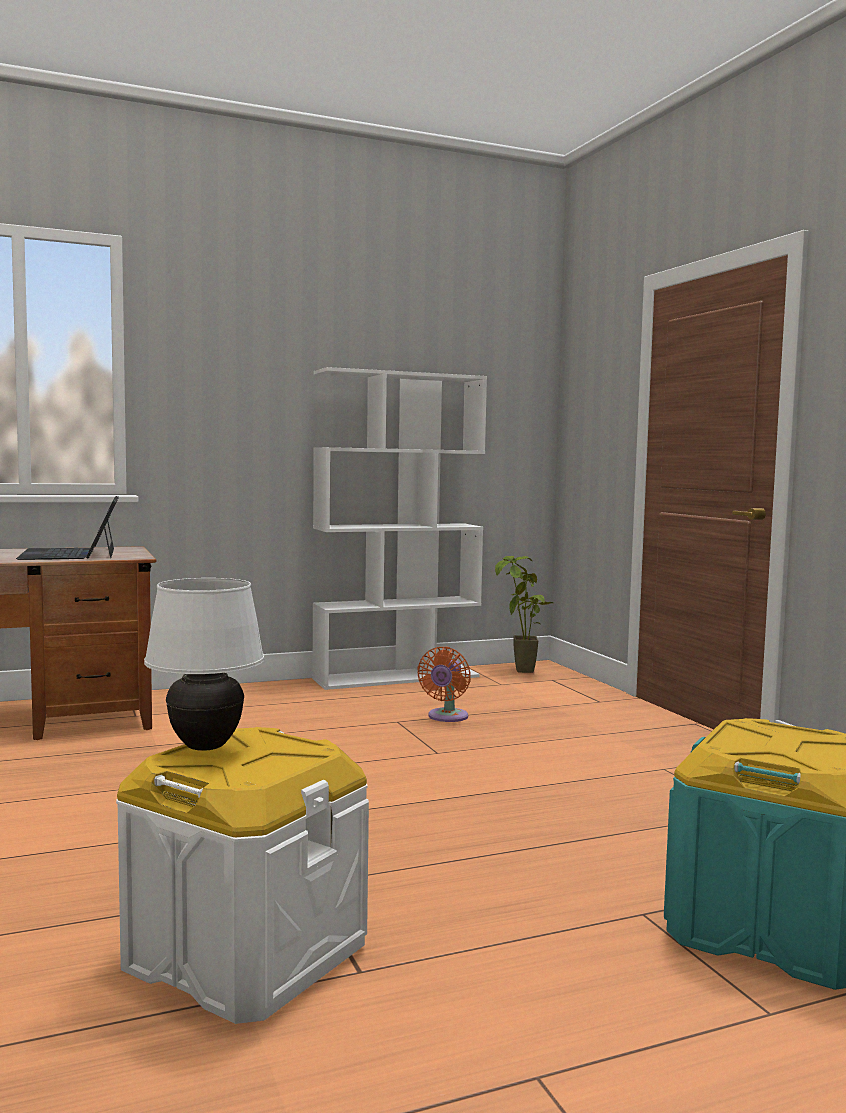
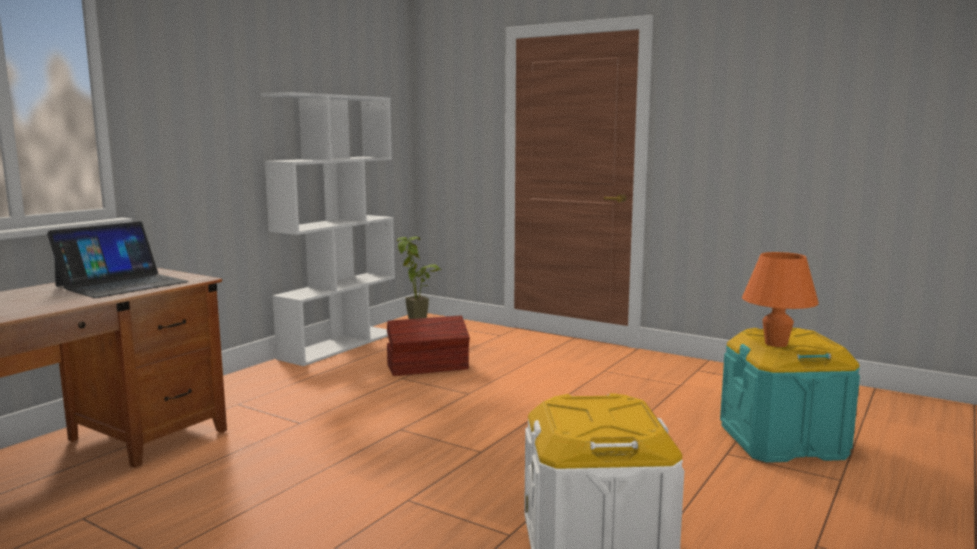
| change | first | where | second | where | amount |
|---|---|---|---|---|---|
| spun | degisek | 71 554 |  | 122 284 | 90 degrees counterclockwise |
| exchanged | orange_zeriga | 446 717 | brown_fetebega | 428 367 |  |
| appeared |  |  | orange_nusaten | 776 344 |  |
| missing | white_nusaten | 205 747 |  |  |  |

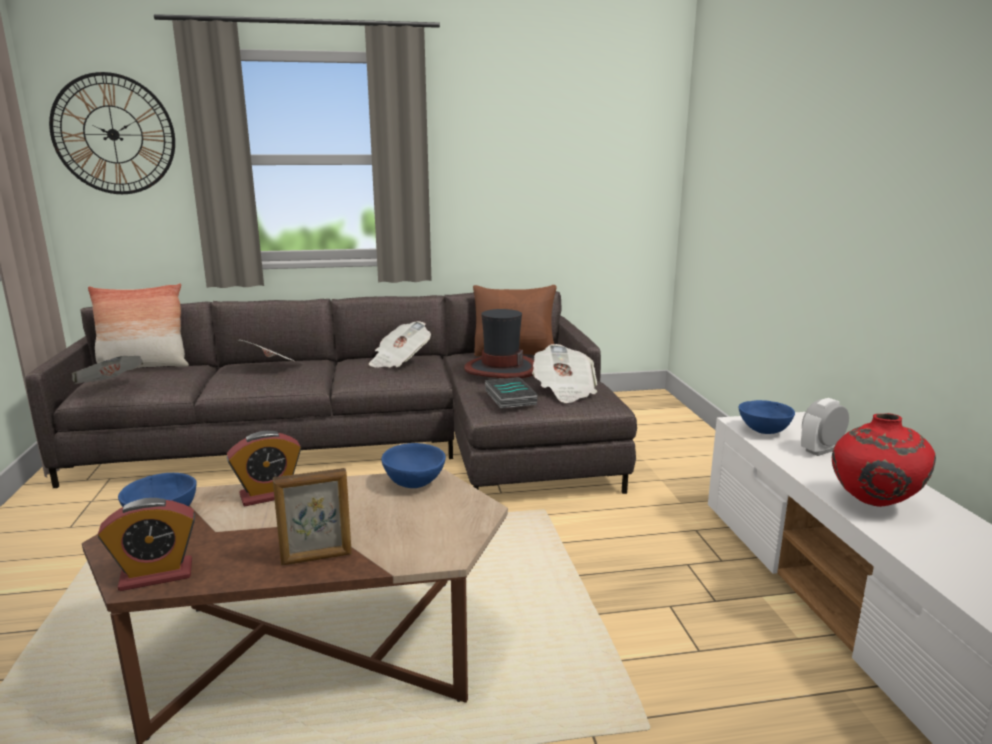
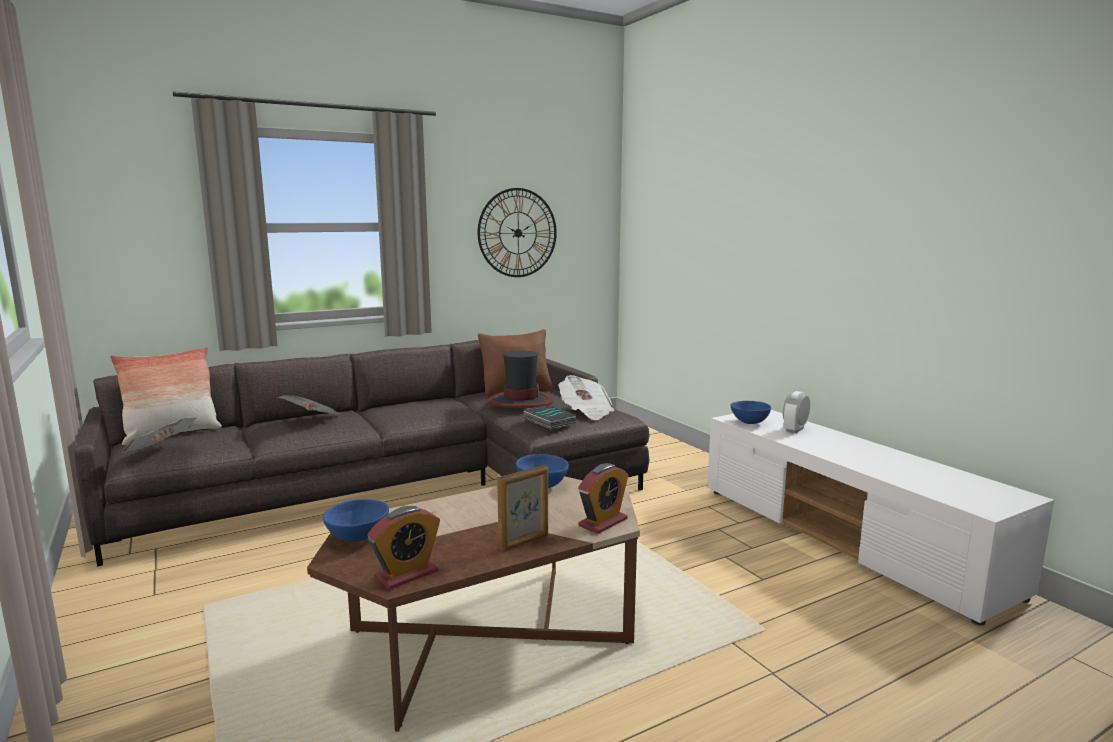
| change | first | where | second | where | amount |
|---|---|---|---|---|---|
| relocated | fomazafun | 113 134 |  | 518 233 |  |
| relocated | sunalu | 269 495 |  | 603 522 |  |
| missing | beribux | 399 361 |  |  |  |
| missing | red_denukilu | 872 505 |  |  |  |

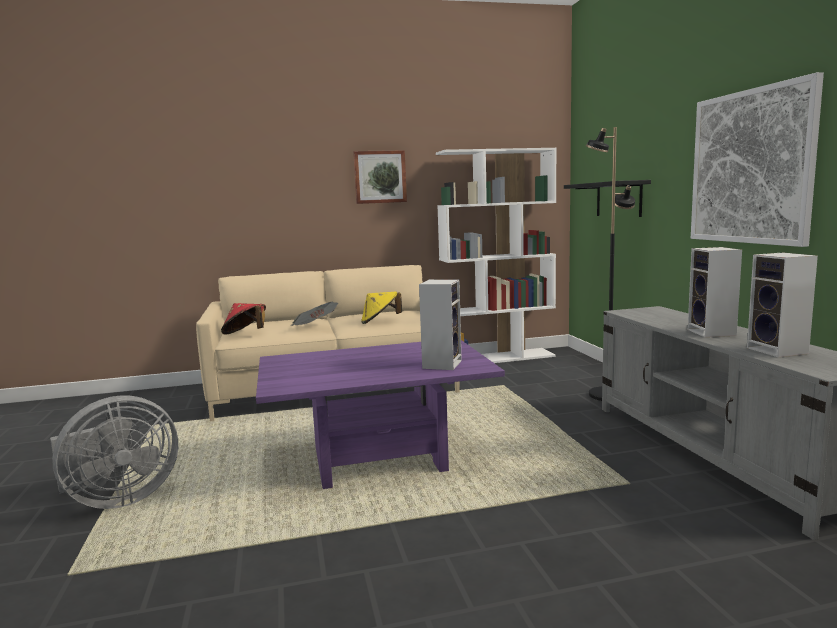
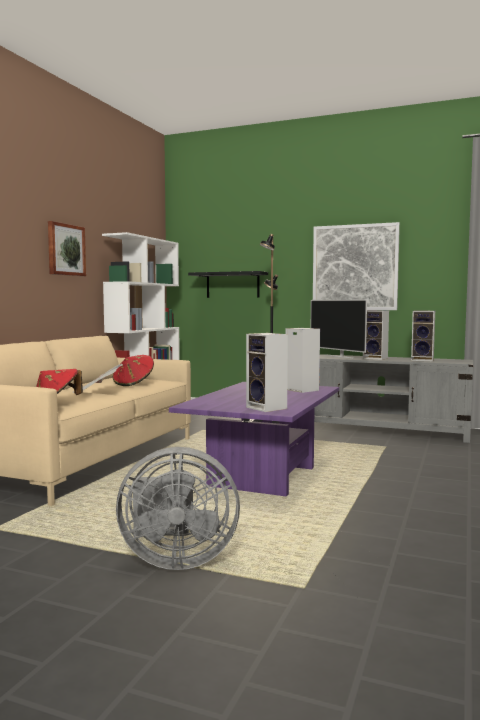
| change | first | where | second | where | amount |
|---|---|---|---|---|---|
| colour | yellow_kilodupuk | 380 321 | red_kilodupuk | 133 384 |  |
| spun | grey_zeriga | 118 499 |  | 175 559 | 90 degrees clockwise |
| appeared |  |  | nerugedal | 268 408 |  |
| appeared |  |  | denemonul | 339 356 |  |

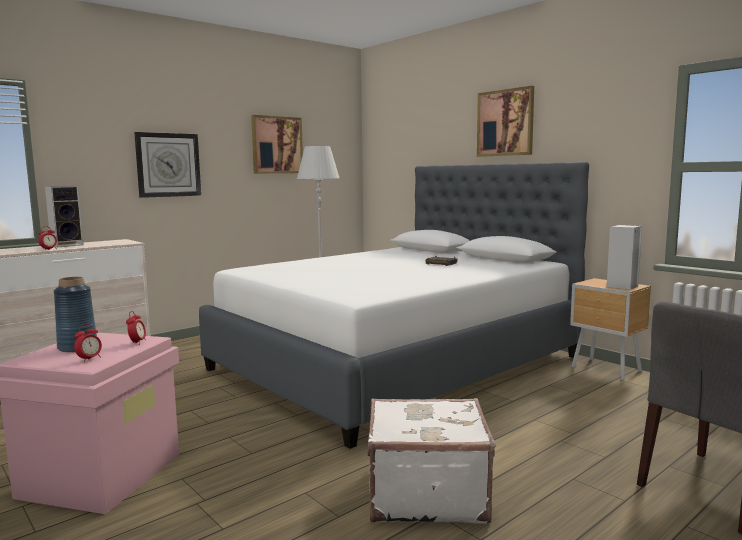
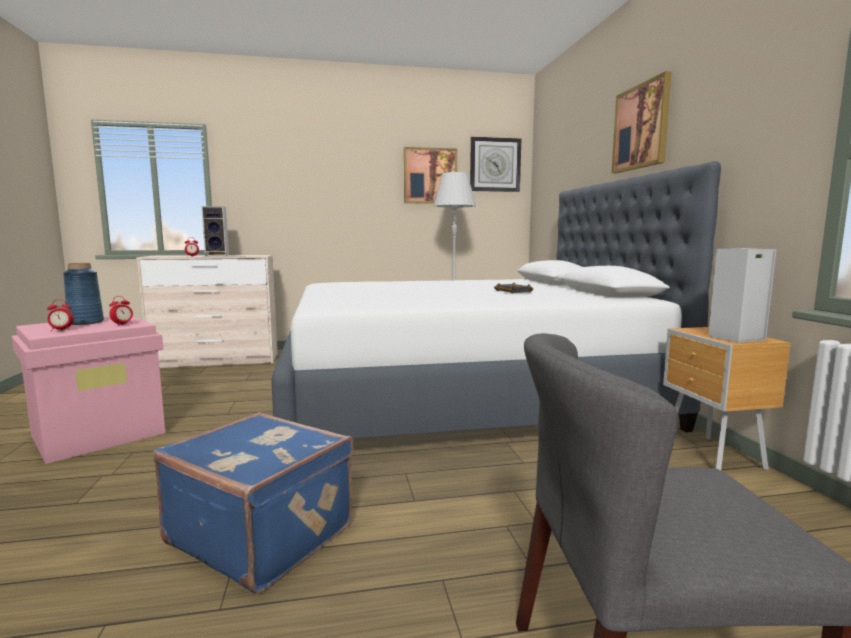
| change | first | where | second | where | amount |
|---|---|---|---|---|---|
| colour | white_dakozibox | 425 494 | blue_dakozibox | 263 533 |  |
| relocated | fomazafun | 168 165 |  | 495 165 |  |

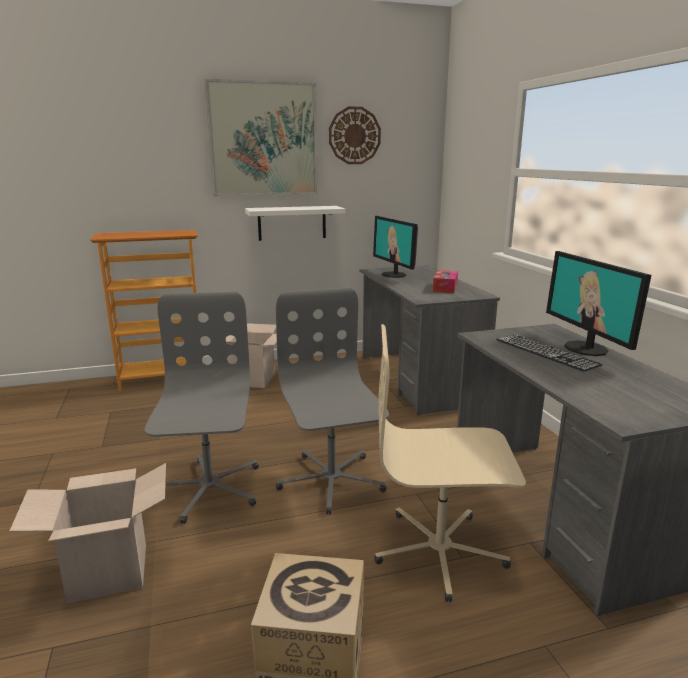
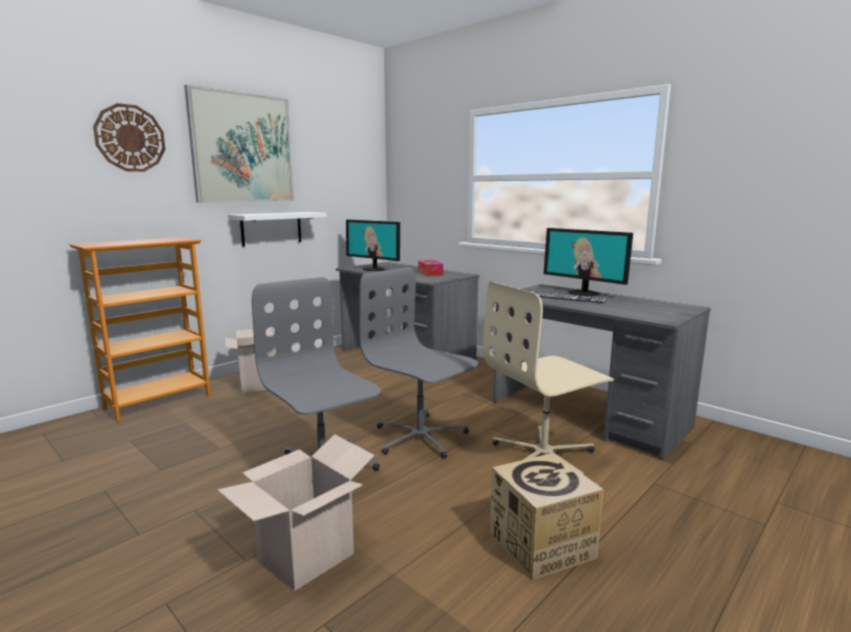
| change | first | where | second | where | amount |
|---|---|---|---|---|---|
| relocated | fomazafun | 354 135 |  | 130 138 |  |

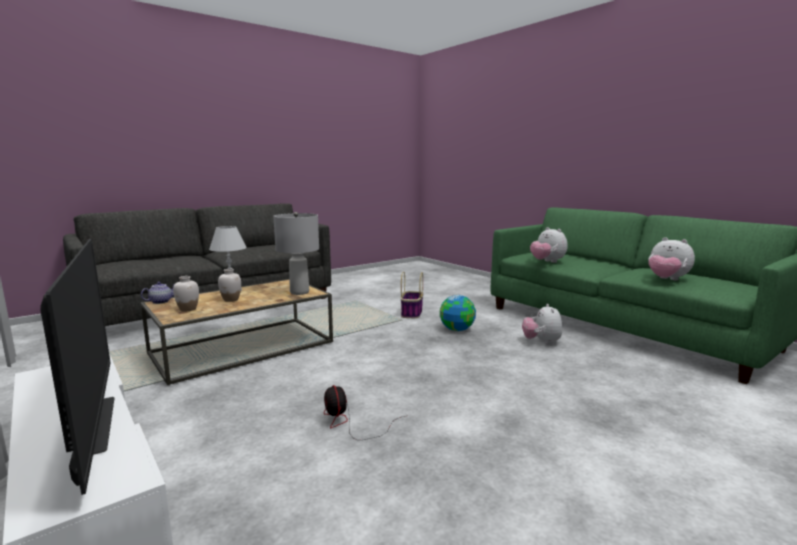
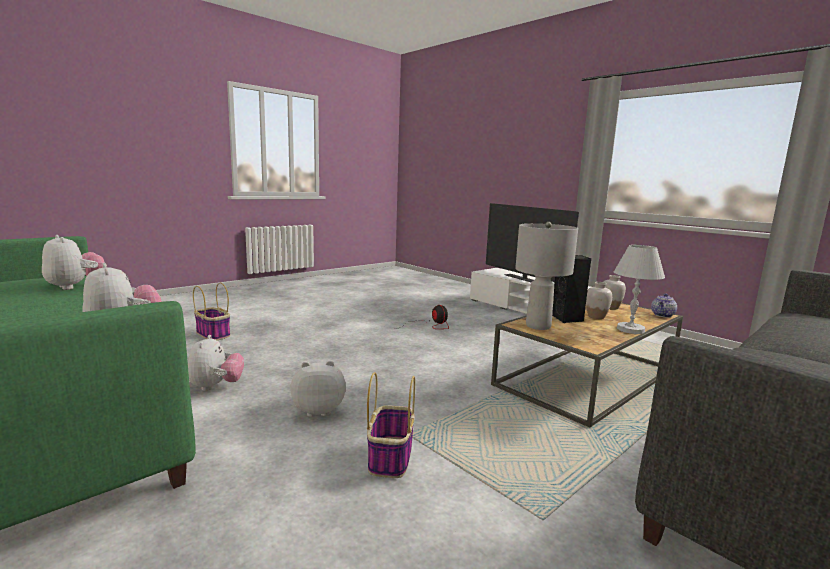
| change | first | where | second | where | amount |
|---|---|---|---|---|---|
| appeared |  |  | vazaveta | 213 334 |  |
| exchanged | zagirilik | 457 329 | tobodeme | 318 410 |  |
| appeared |  |  | black_nerugedal | 568 319 |  |

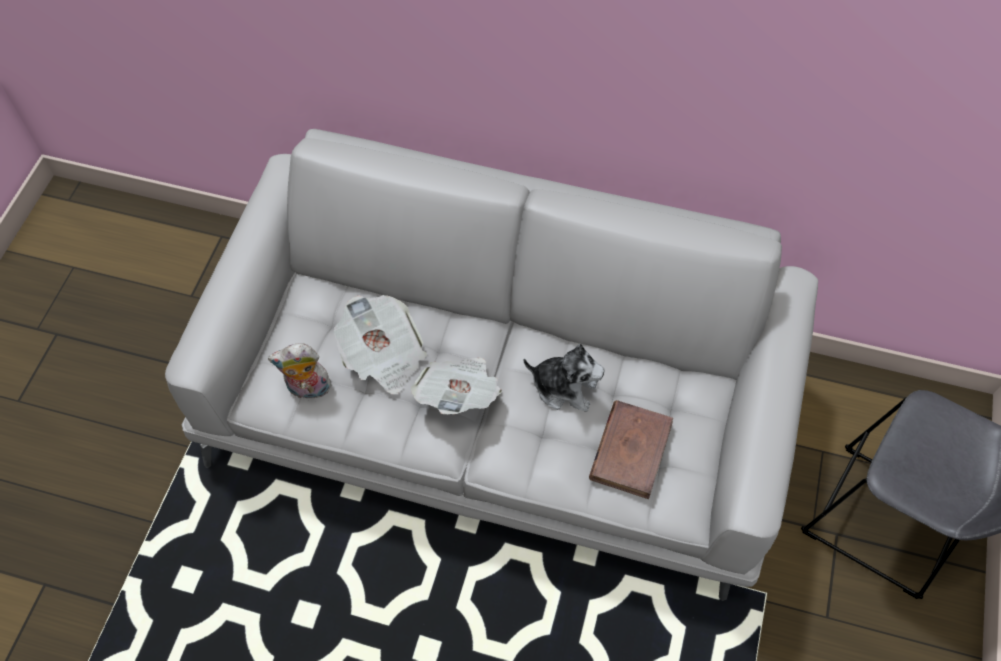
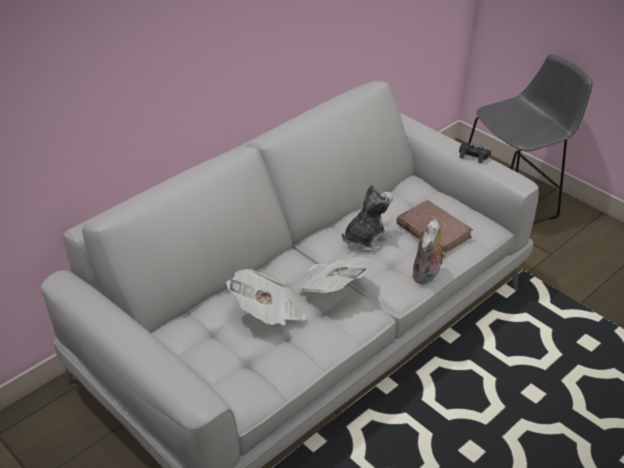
| change | first | where | second | where | amount |
|---|---|---|---|---|---|
| relocated | tobodeme | 308 389 |  | 427 276 |  |
| appeared |  |  | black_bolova | 473 155 |  |

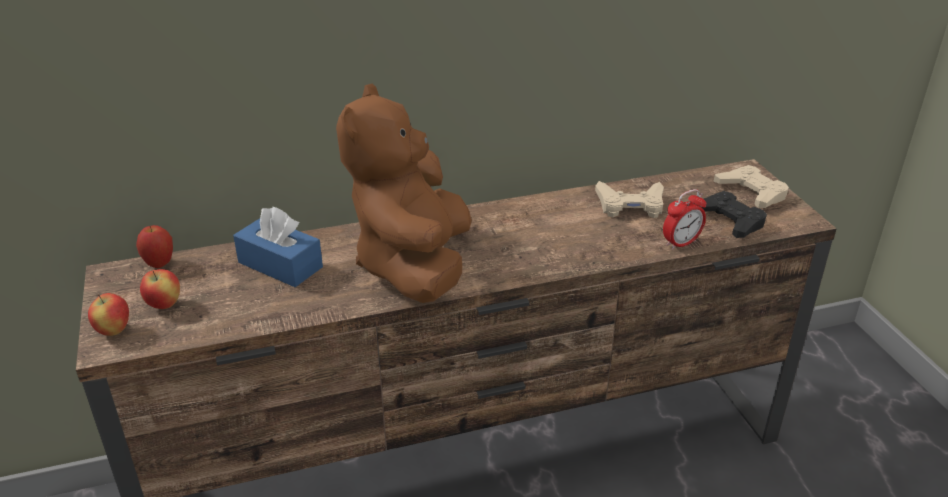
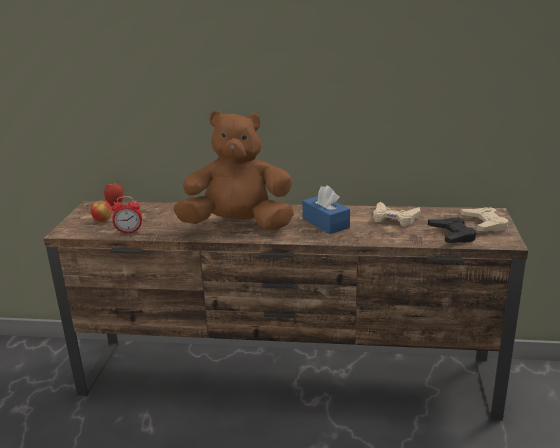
| change | first | where | second | where | amount |
|---|---|---|---|---|---|
| relocated | sunalu | 681 243 |  | 129 232 |  |
| spun | brown_tobodeme | 414 266 |  | 238 226 | 60 degrees clockwise |
| relocated | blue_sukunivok | 280 265 |  | 325 223 |  |
| missing | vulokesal | 113 331 |  |  |  |

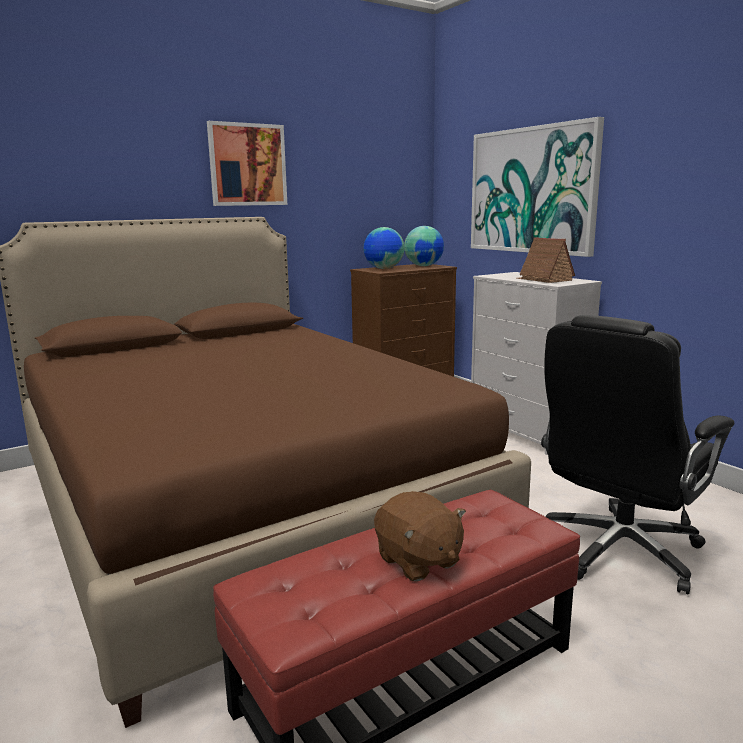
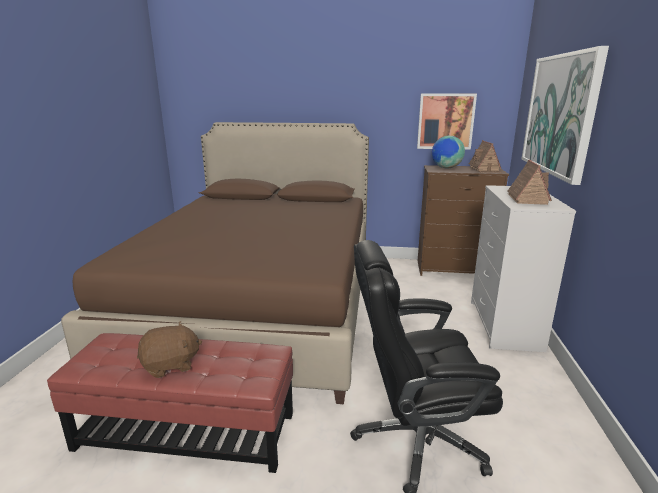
| change | first | where | second | where | amount |
|---|---|---|---|---|---|
| spun | brown_tobodeme | 418 561 |  | 171 365 | 120 degrees counterclockwise |
| relocated | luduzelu | 247 165 |  | 445 121 |  |
| exchanged | zagirilik | 424 266 | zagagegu | 484 169 |  |

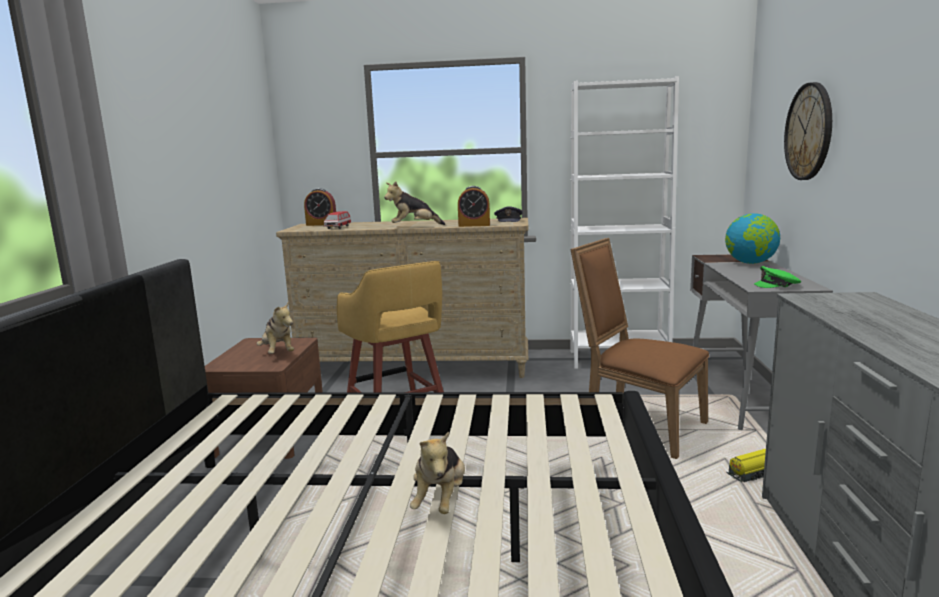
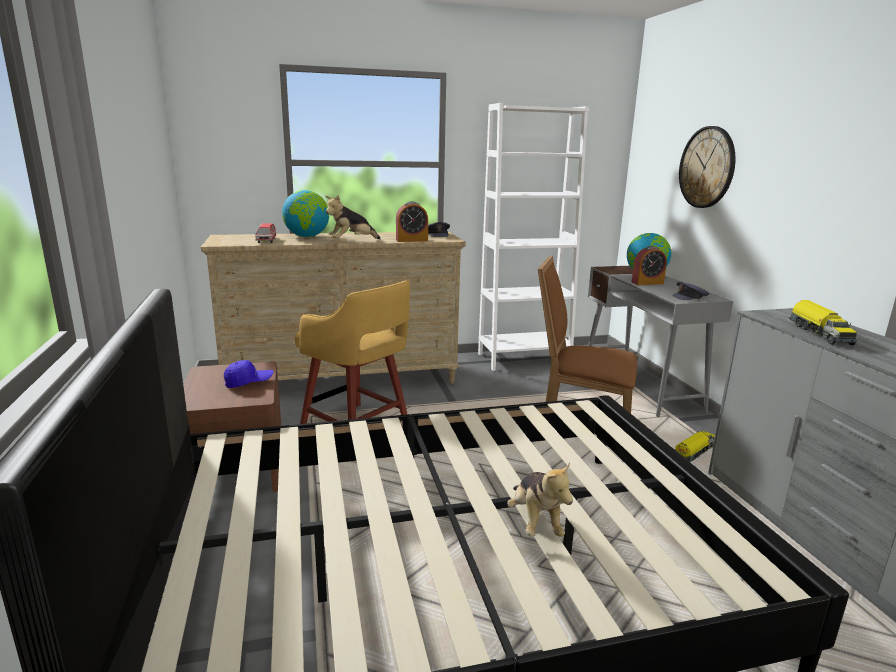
| change | first | where | second | where | amount |
|---|---|---|---|---|---|
| exchanged | tobodeme | 278 353 | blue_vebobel | 249 383 |  |
| appeared |  |  | zagirilik | 307 236 |  |
| relocated | sunalu | 321 224 |  | 647 283 |  |
| colour | green_vebobel | 778 285 | grey_vebobel | 690 297 |  |
| appeared |  |  | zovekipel | 819 333 |  |

